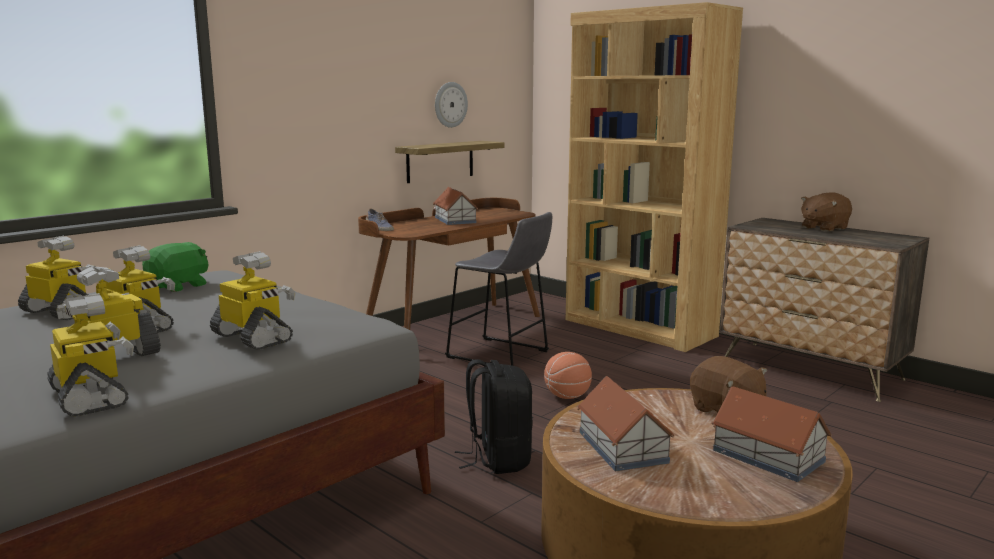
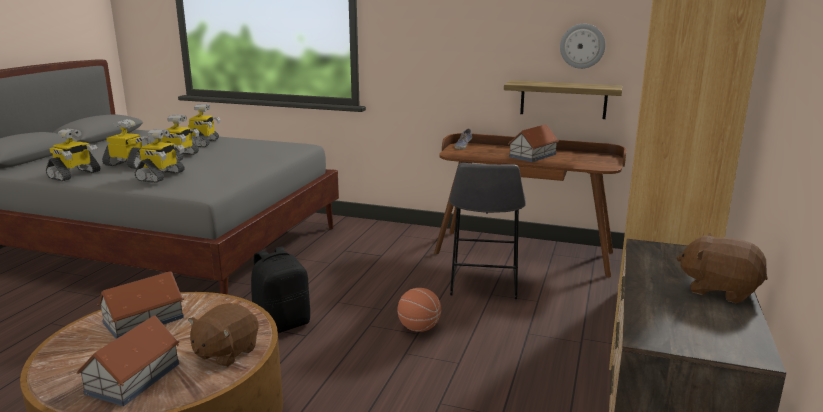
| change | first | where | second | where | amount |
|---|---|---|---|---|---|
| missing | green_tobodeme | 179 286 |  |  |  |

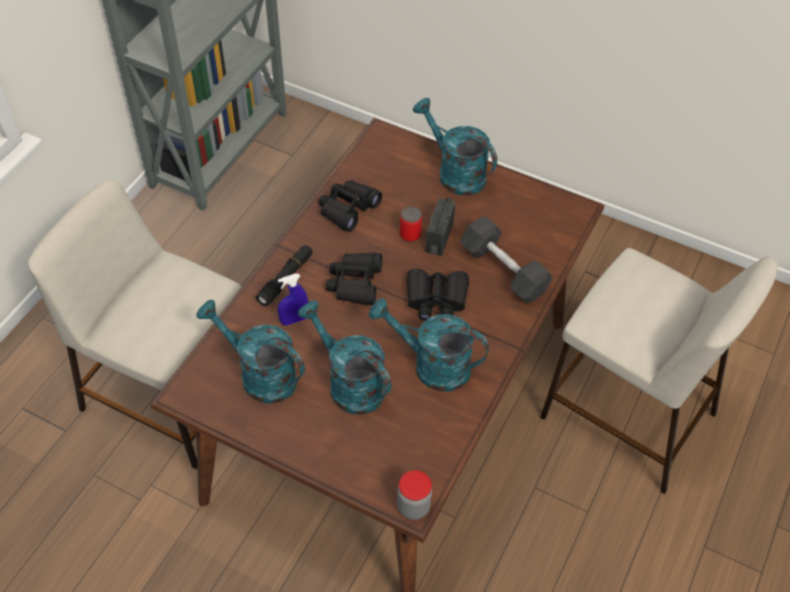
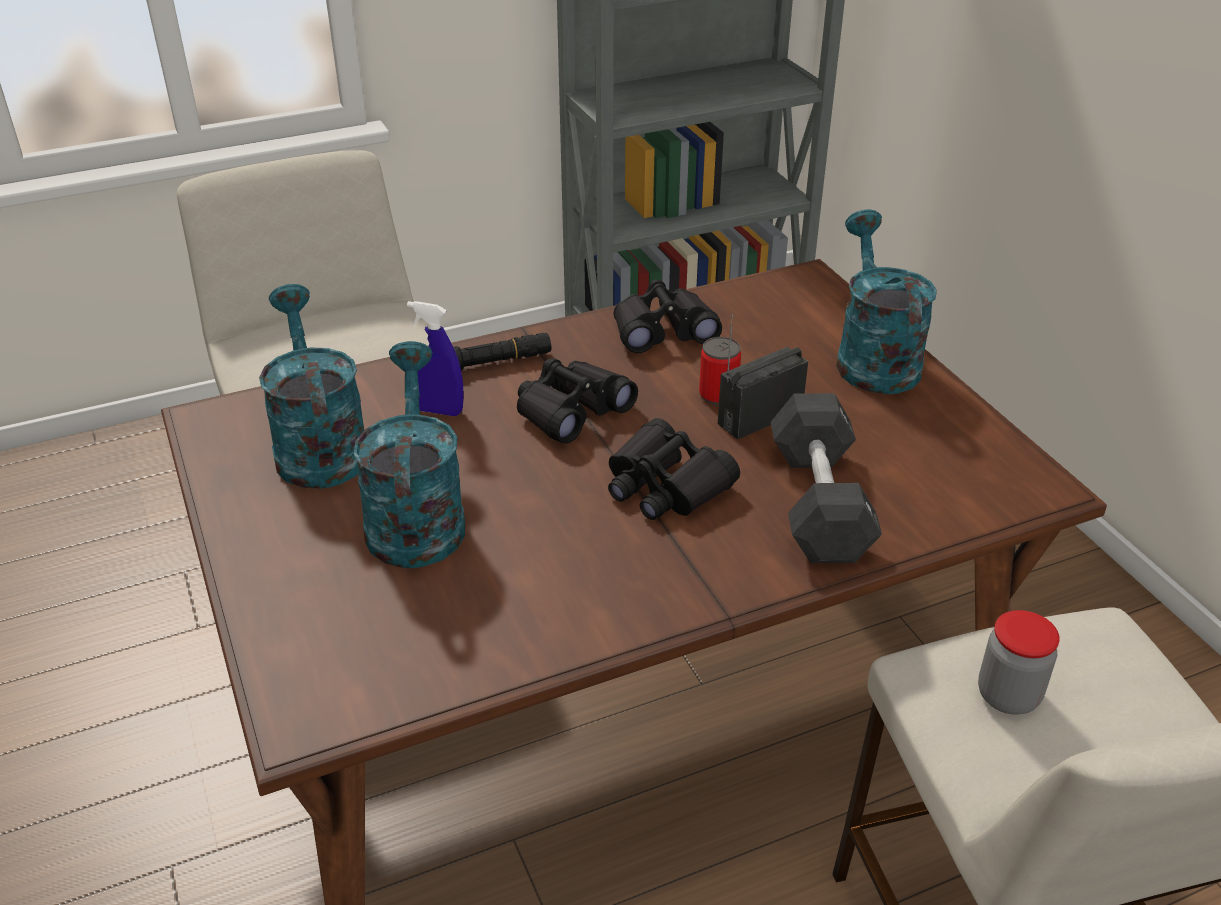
| change | first | where | second | where | amount |
|---|---|---|---|---|---|
| relocated | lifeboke | 413 507 |  | 1008 696 |  |
| missing | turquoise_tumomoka | 431 365 |  |  |  |

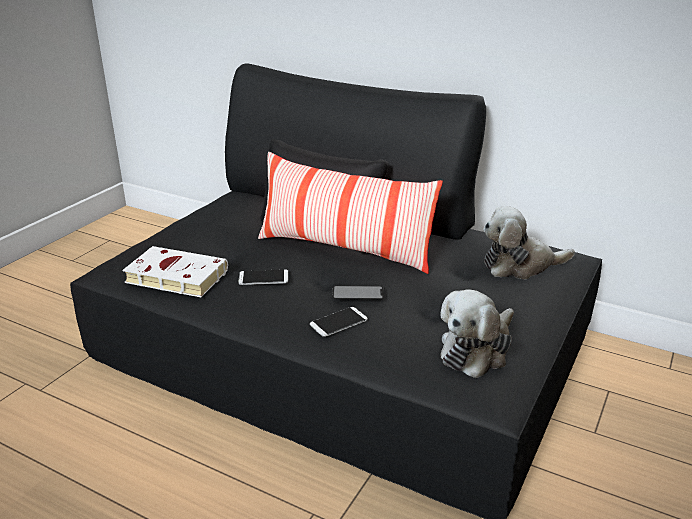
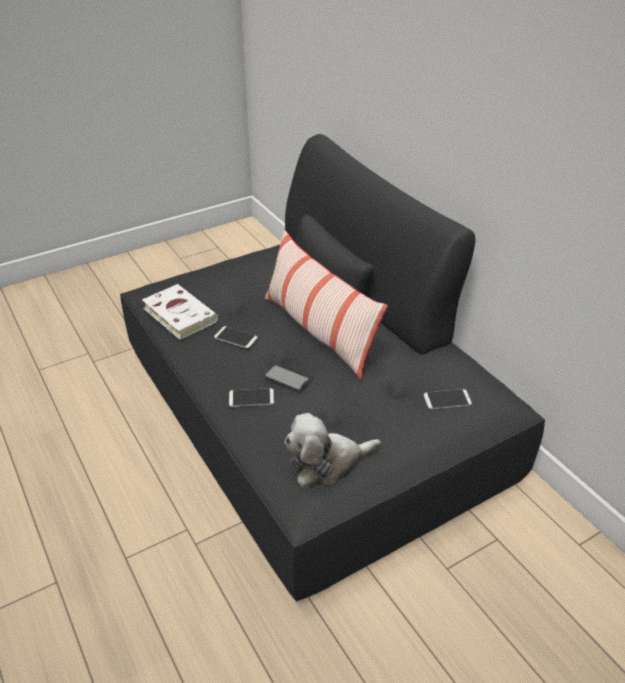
| change | first | where | second | where | amount |
|---|---|---|---|---|---|
| exchanged | tobodeme | 520 265 | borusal | 447 399 |  |

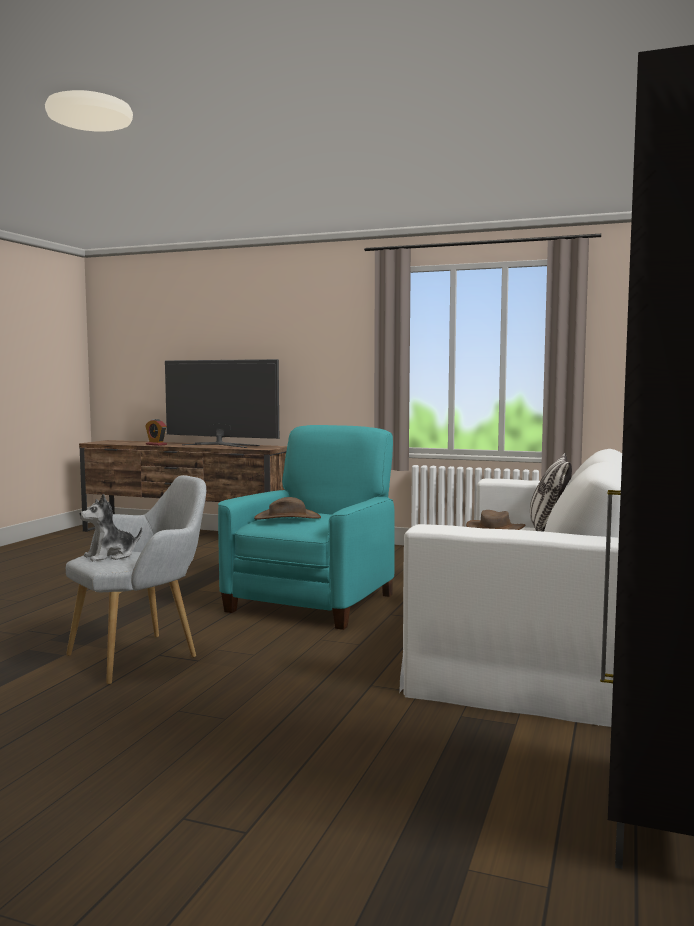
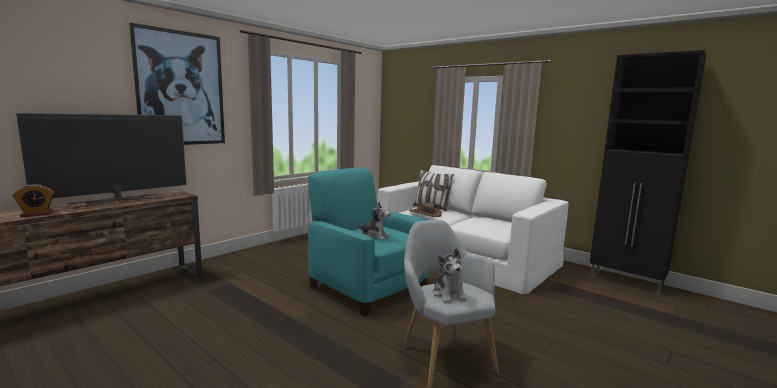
| change | first | where | second | where | amount |
|---|---|---|---|---|---|
| appeared |  |  | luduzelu | 181 89 |  |
| exchanged | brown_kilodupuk | 287 518 | tobodeme | 374 236 |  |

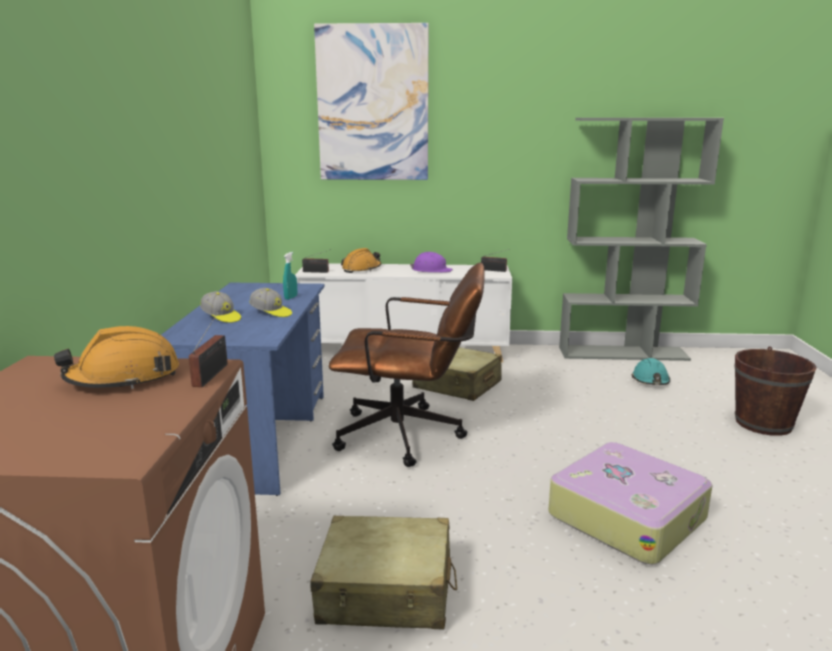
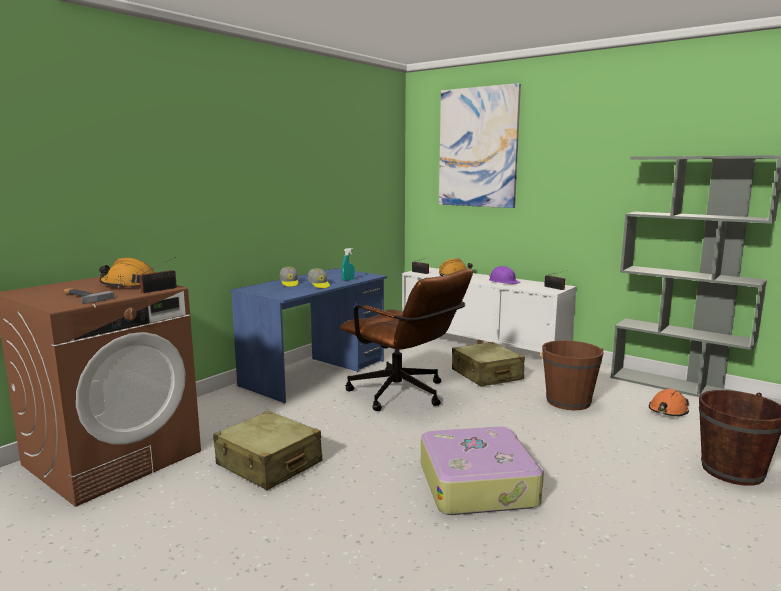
| change | first | where | second | where | amount |
|---|---|---|---|---|---|
| appeared |  |  | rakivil | 82 297 |  |
| appeared |  |  | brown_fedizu | 568 401 |  |
| colour | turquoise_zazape | 650 380 | orange_zazape | 668 411 |  |

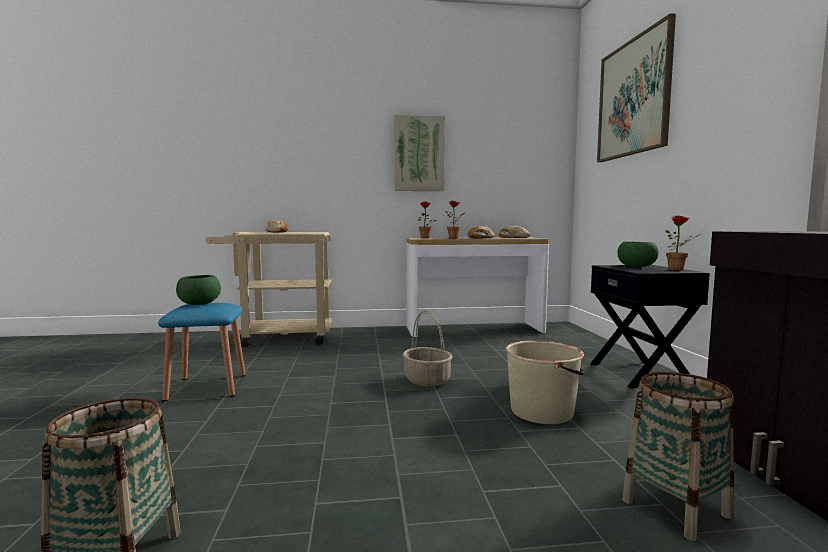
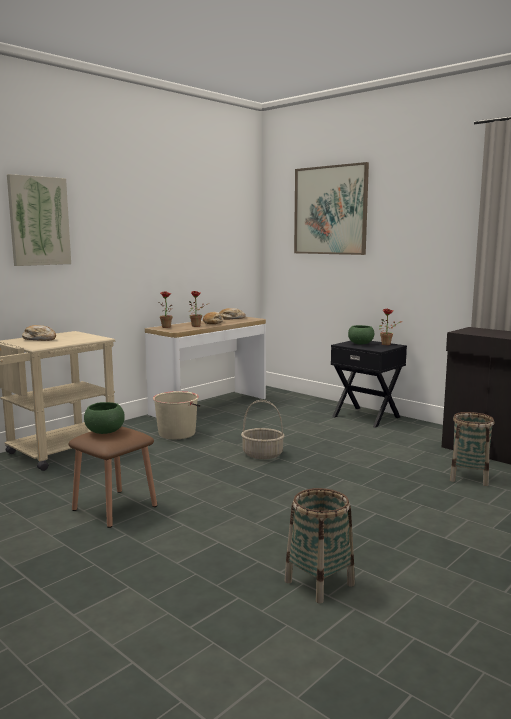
| change | first | where | second | where | amount |
|---|---|---|---|---|---|
| relocated | luduzelu | 419 154 |  | 39 221 |  |
| colour | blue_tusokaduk | 207 387 | brown_tusokaduk | 114 508 |  |
| relocated | beige_fedizu | 542 411 |  | 177 433 |  |

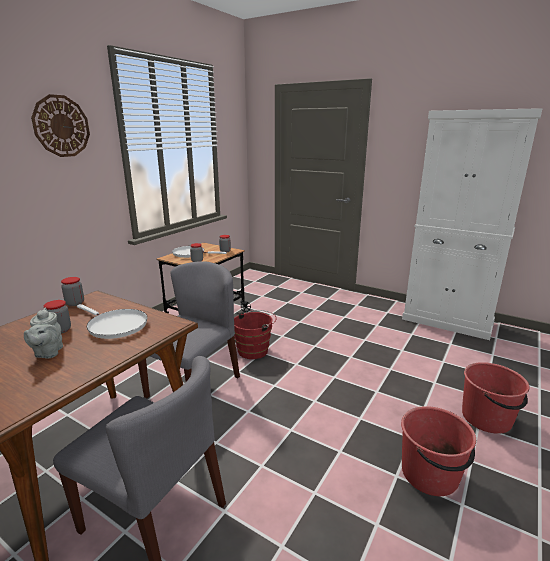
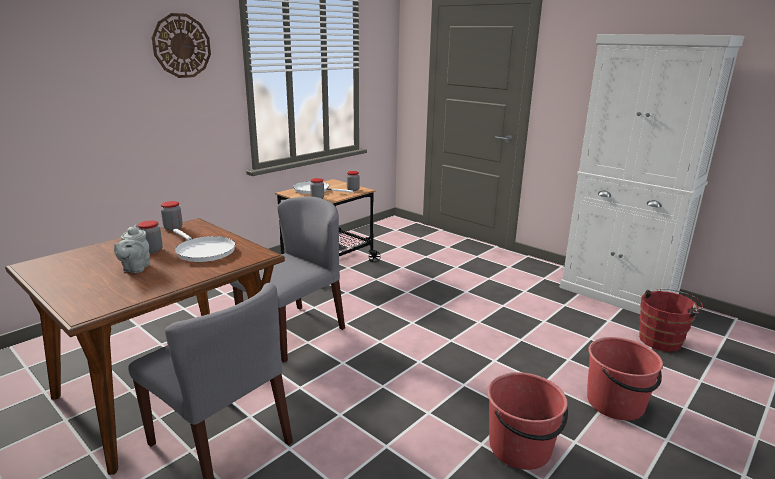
| change | first | where | second | where | amount |
|---|---|---|---|---|---|
| relocated | red_fedizu | 255 350 |  | 662 340 |  |

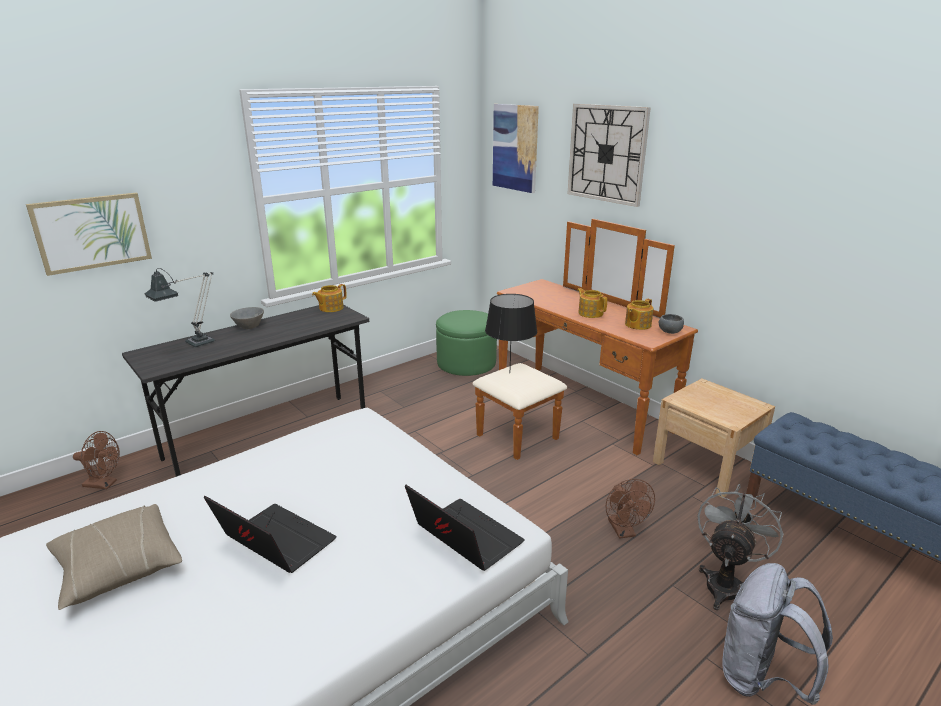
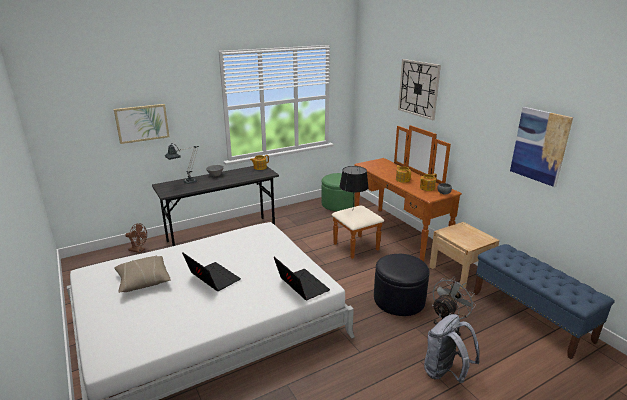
| change | first | where | second | where | amount |
|---|---|---|---|---|---|
| exchanged | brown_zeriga | 624 531 | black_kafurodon | 399 300 |  |
| relocated | luduzelu | 515 148 |  | 540 146 |  |

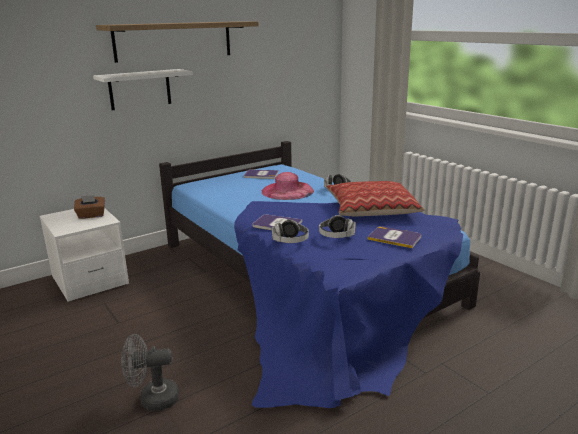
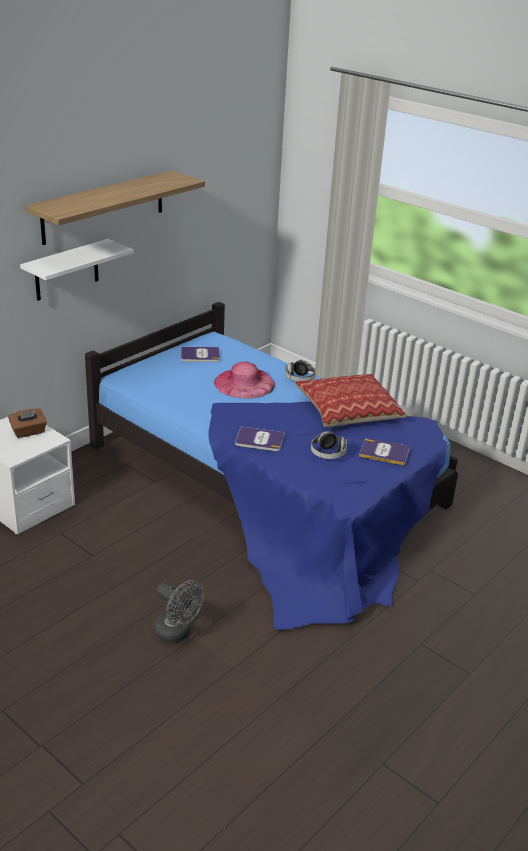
| change | first | where | second | where | amount |
|---|---|---|---|---|---|
| spun | grey_zeriga | 152 399 |  | 177 633 | 120 degrees counterclockwise |
| missing | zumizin | 290 241 |  |  |  |

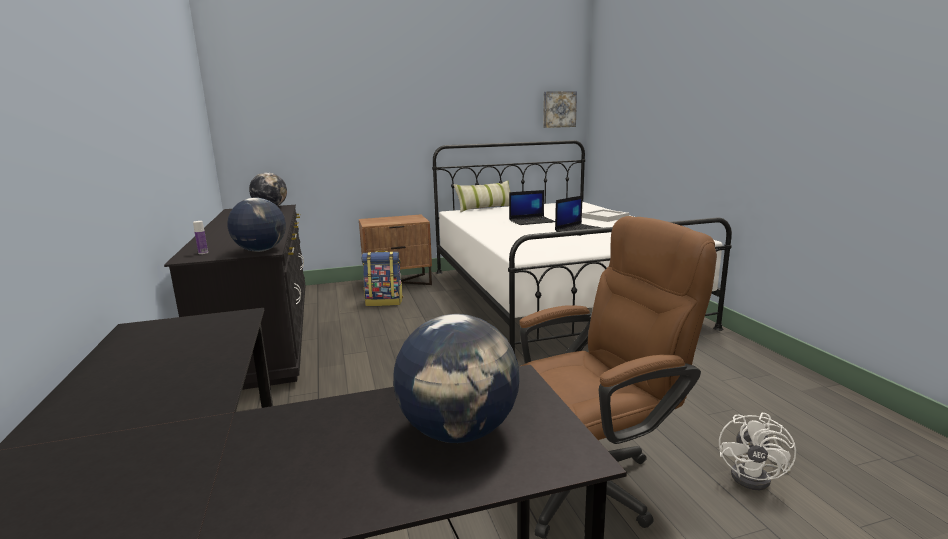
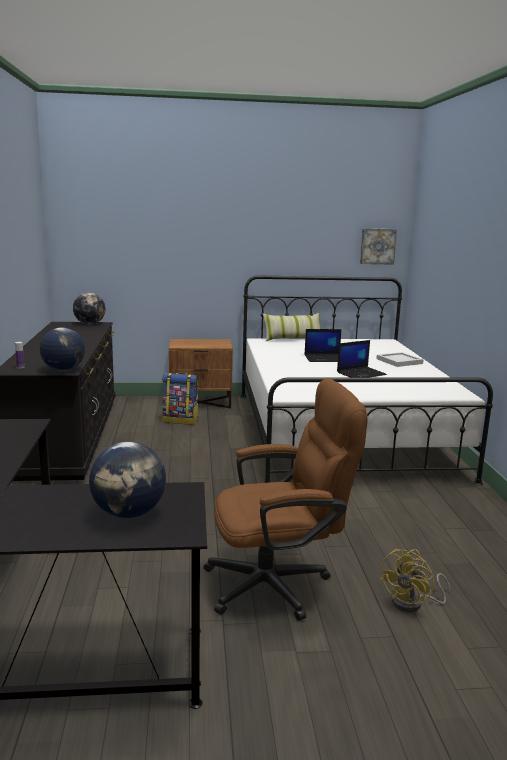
| change | first | where | second | where | amount |
|---|---|---|---|---|---|
| colour | white_zeriga | 757 477 | yellow_zeriga | 413 603 |  |

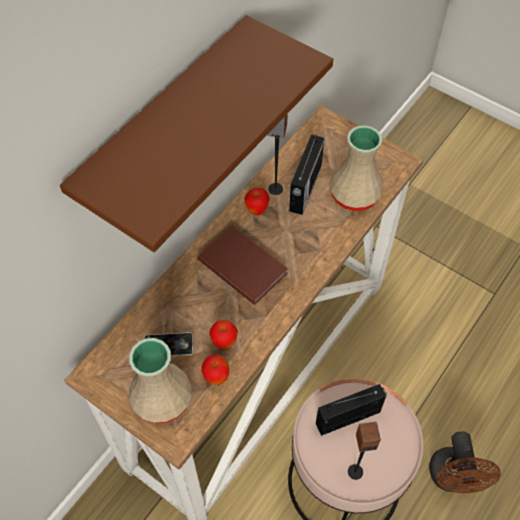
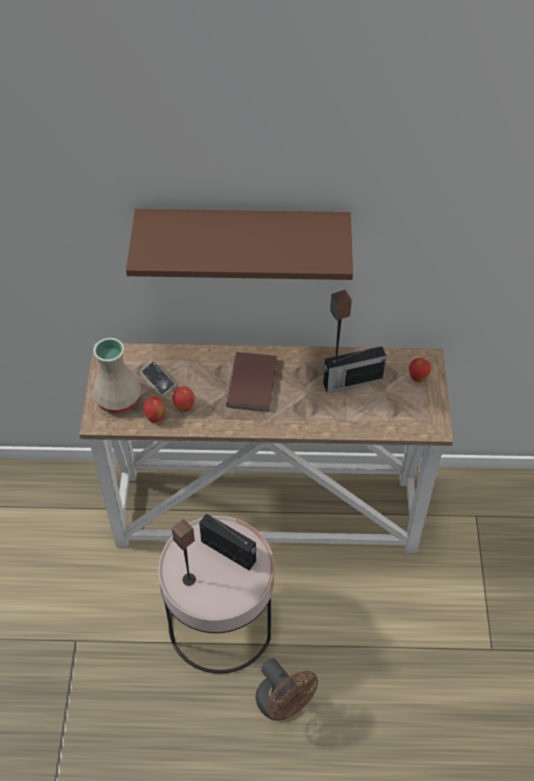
| change | first | where | second | where | amount |
|---|---|---|---|---|---|
| spun | brown_zeriga | 452 478 |  | 283 705 | 90 degrees counterclockwise |
| relocated | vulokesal | 257 210 |  | 417 378 |  |
| missing | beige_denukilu | 355 196 |  |  |  |

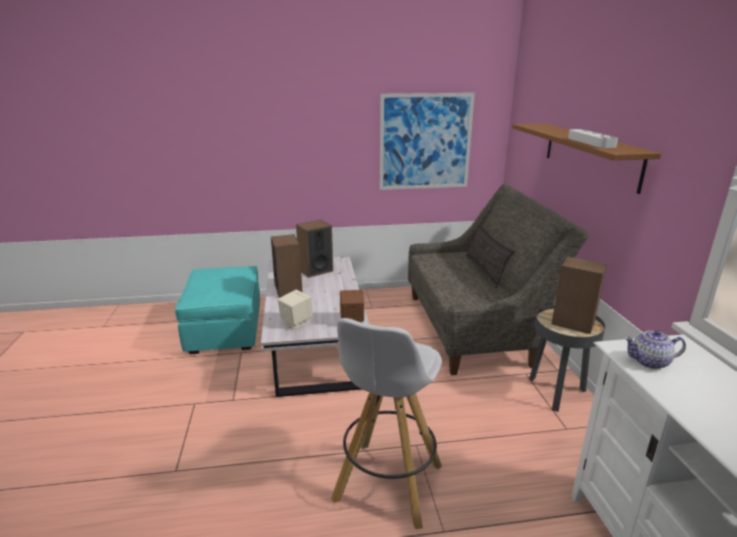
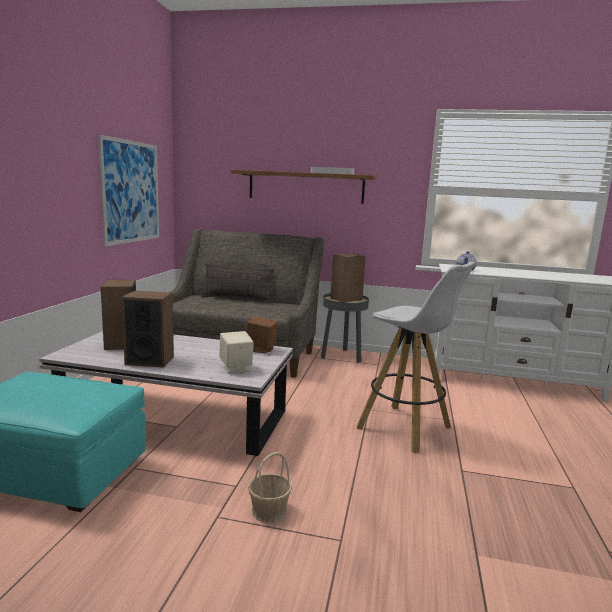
| change | first | where | second | where | amount |
|---|---|---|---|---|---|
| appeared |  |  | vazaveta | 268 511 |  |

